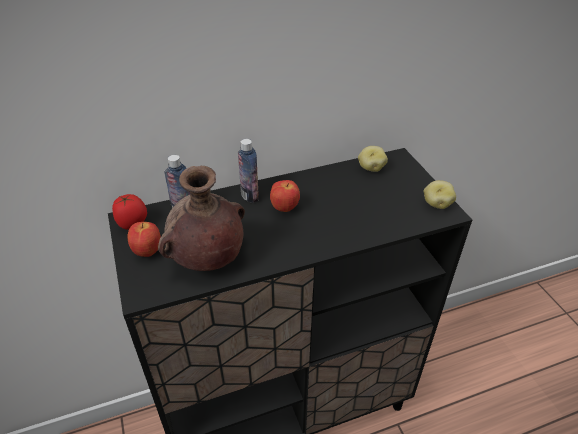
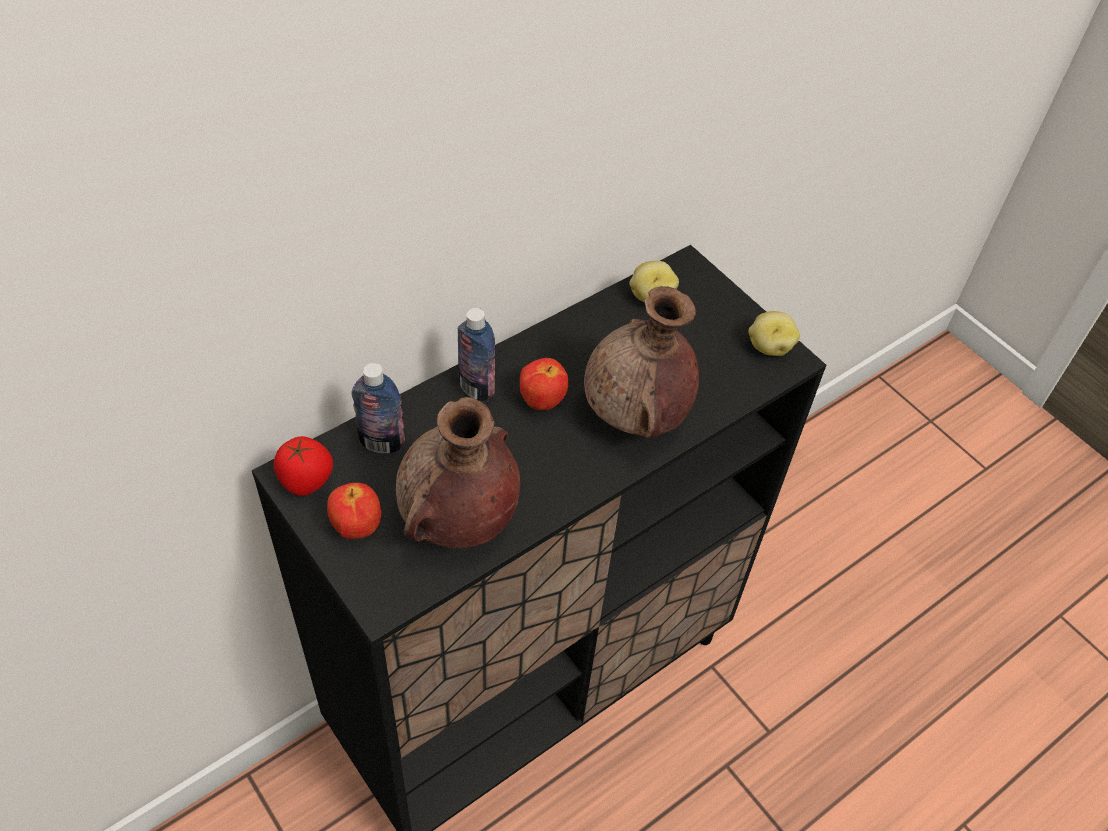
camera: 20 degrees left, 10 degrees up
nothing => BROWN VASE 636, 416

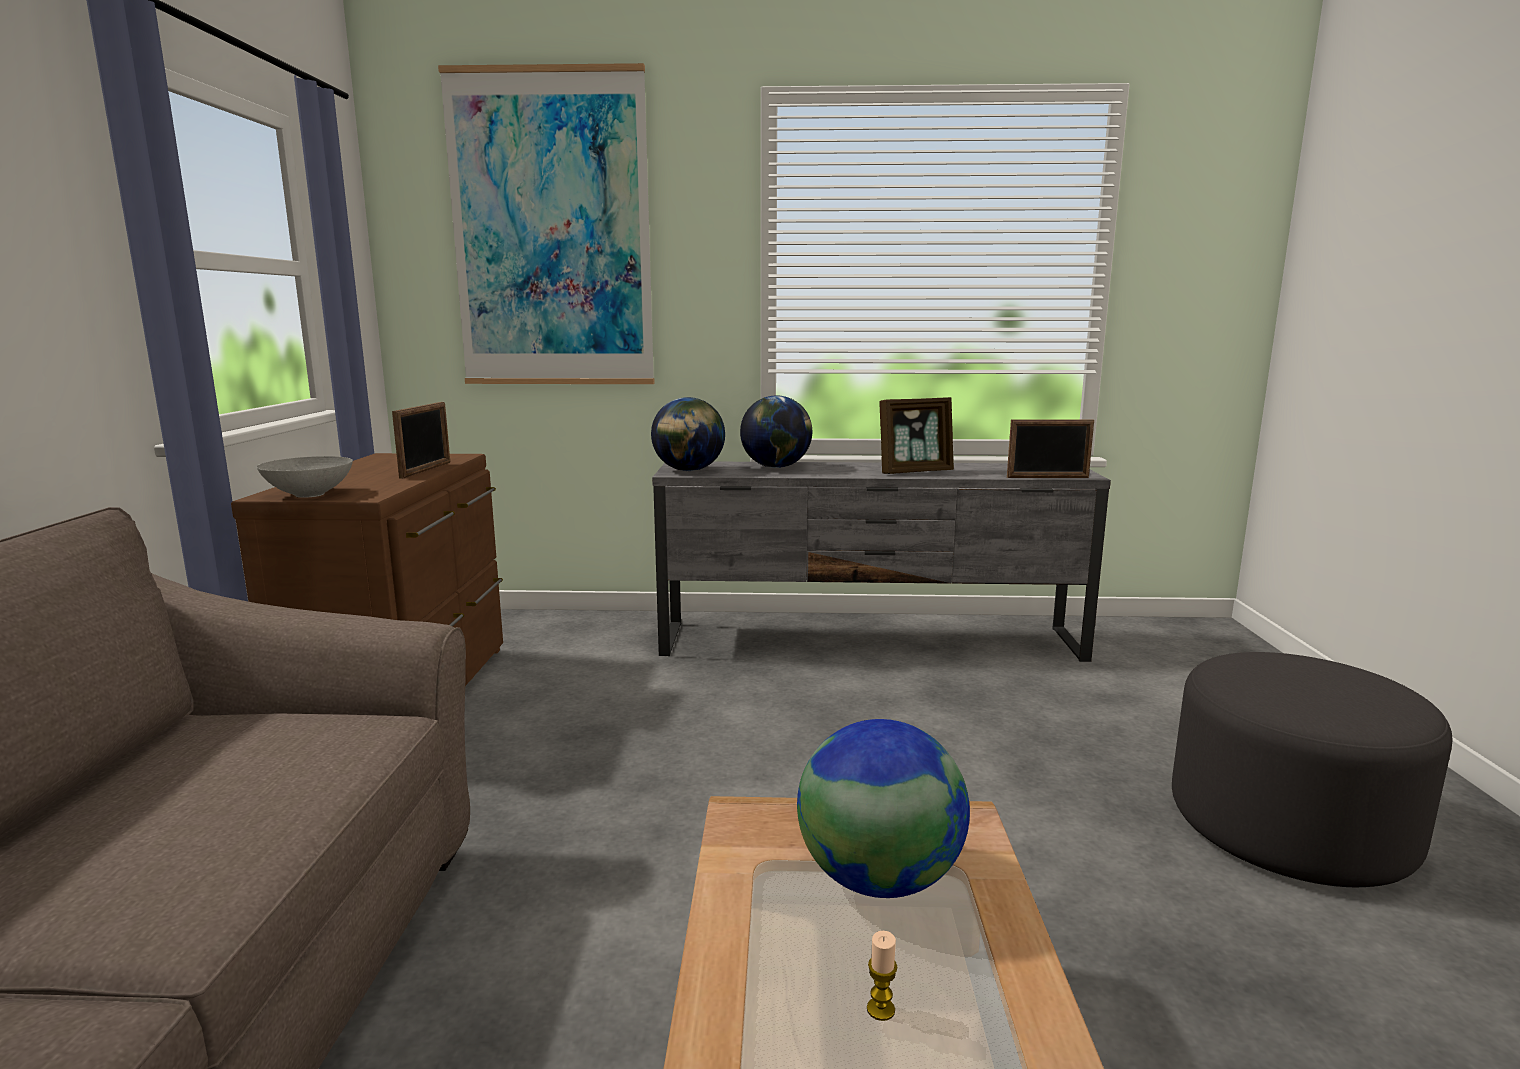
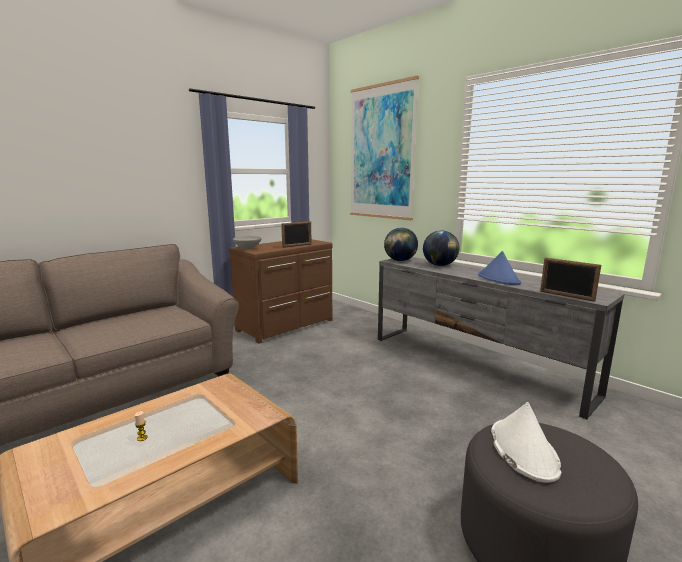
camera: 45 degrees right, 0 degrees up
PICTURE FRAME 915, 472 => BLUE HAT 498, 279
nothing => WHITE HAT 523, 450
GLOBE 879, 879 => nothing

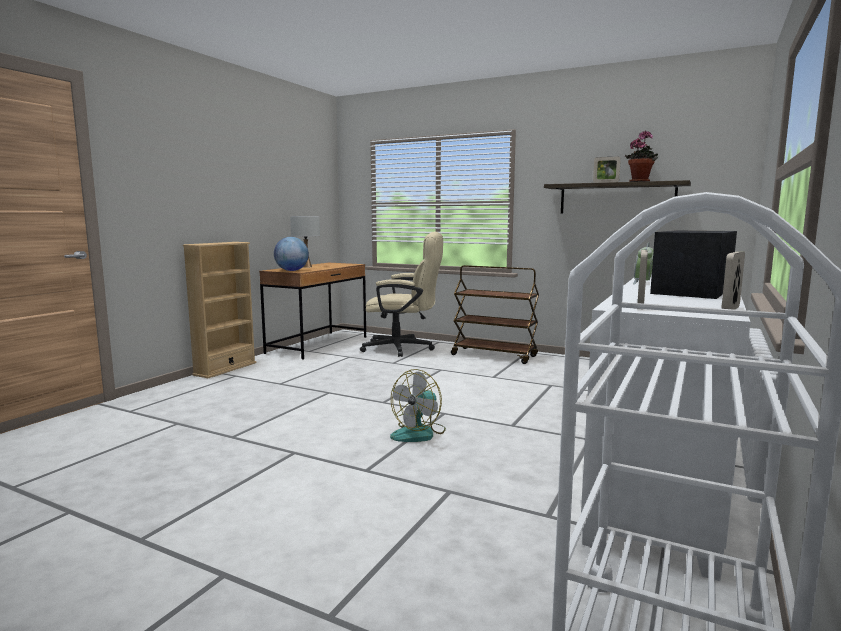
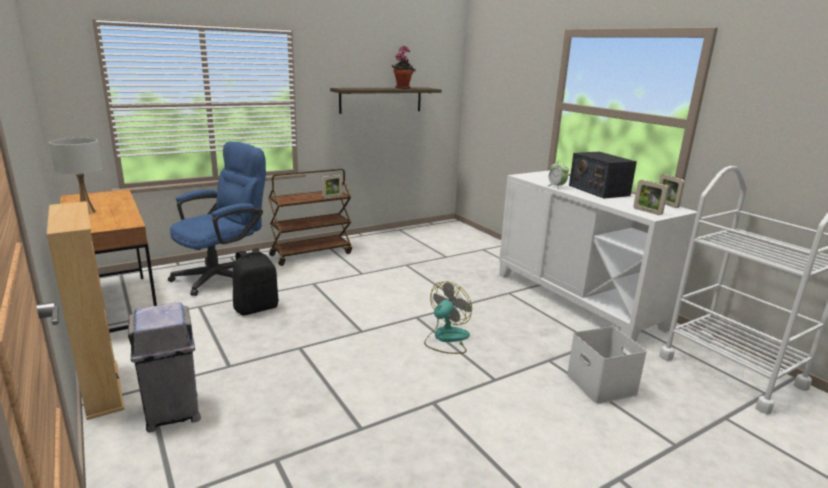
camera: 60 degrees left, 10 degrees up
nothing => GREY TRASH CAN 173, 413
BEIGE OFFICE CHAIR 404, 348 => BLUE OFFICE CHAIR 223, 276
nothing => BLACK BACKPACK 256, 308
PICTURE FRAME 606, 182 => PICTURE FRAME 332, 197, relocated
FAN 419, 433 => FAN 446, 339, 120 degrees counterclockwise
nothing => WHITE STORAGE BOX 602, 385
GLOBE 292, 271 => nothing

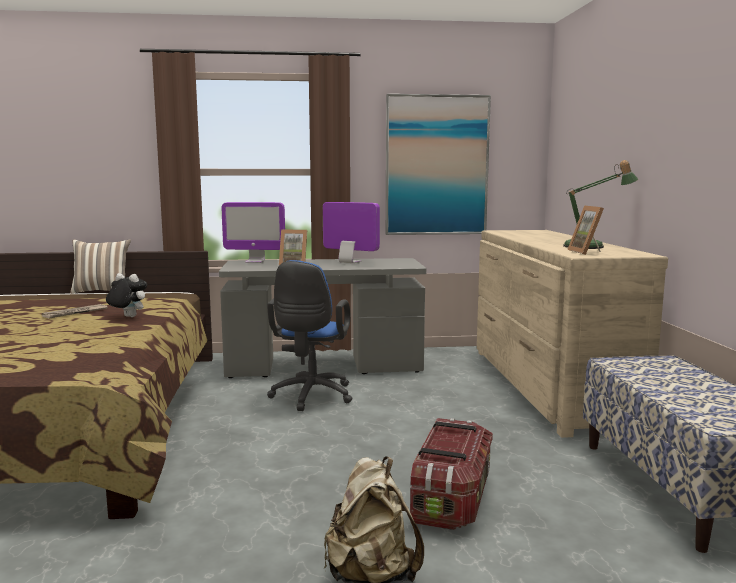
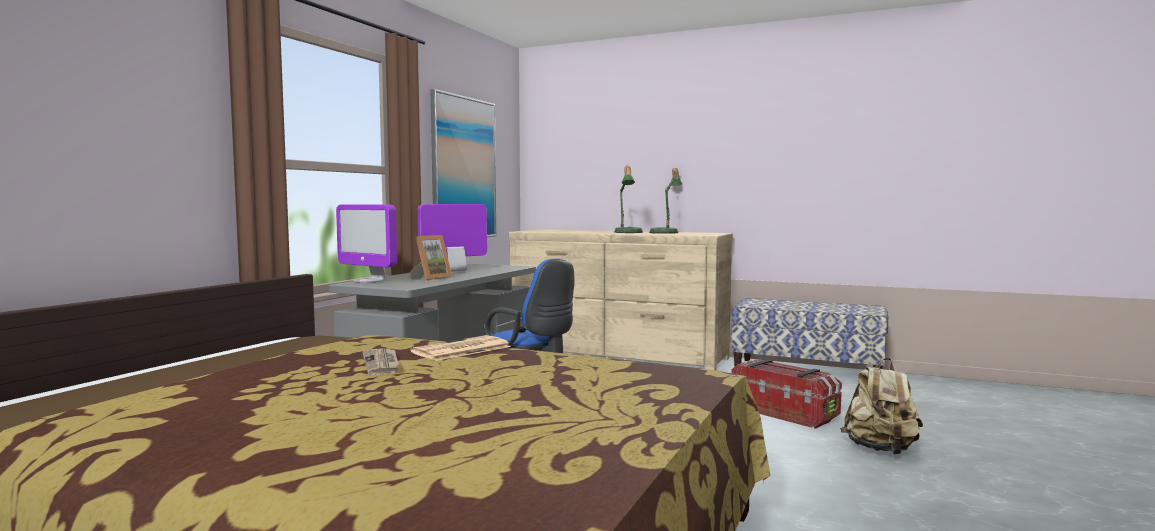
camera: 60 degrees left, 5 degrees down
MONITOR 255, 261 => MONITOR 369, 281, 90 degrees clockwise
PLUSH TOY 127, 317 => NEWSPAPER 461, 350
nothing => TABLE LAMP 628, 232
PILLOW 102, 291 => nothing
PICTURE FRAME 588, 252 => nothing

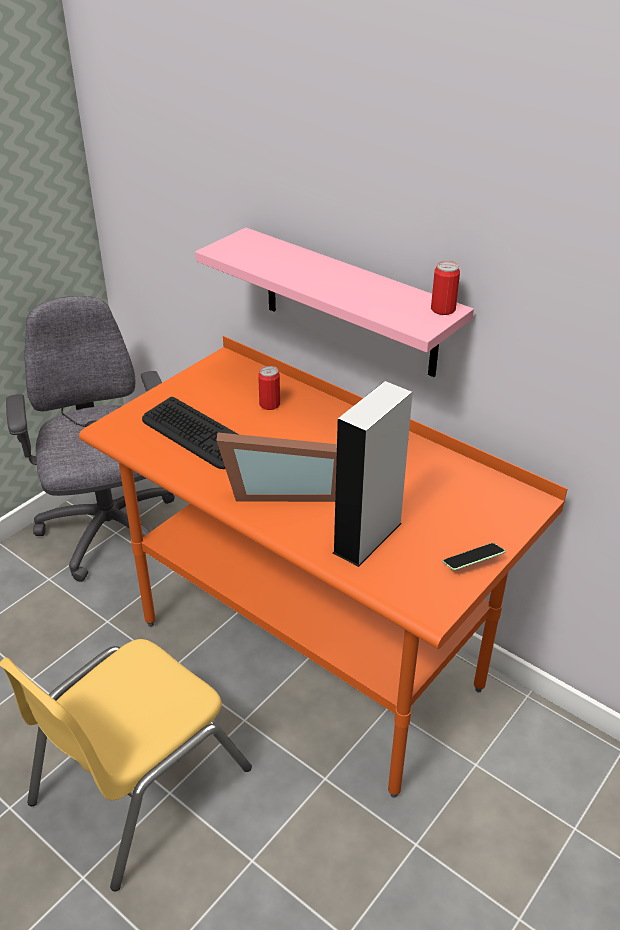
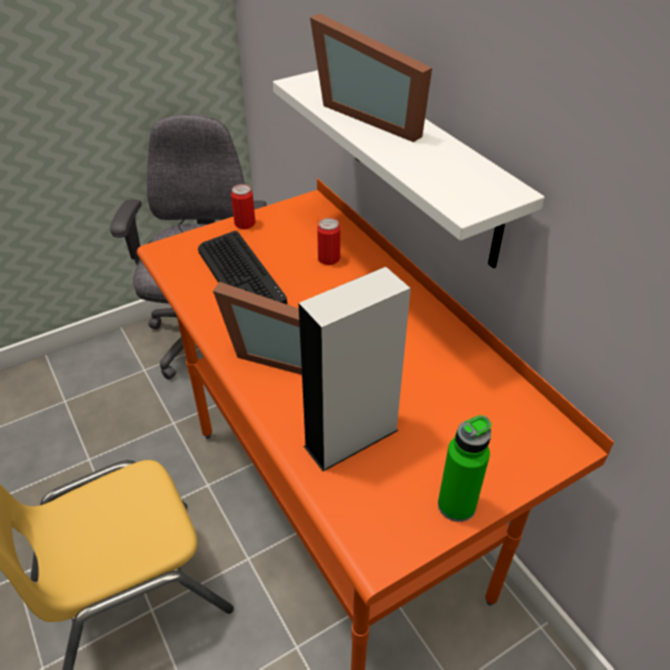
camera: 20 degrees right, 5 degrees up
CAN 443, 309 => CAN 245, 223, relocated
PINK SHELF 349, 303 => WHITE SHELF 423, 165
nothing => PICTURE FRAME 374, 114
PHONE 472, 562 => GREEN BOTTLE 456, 505

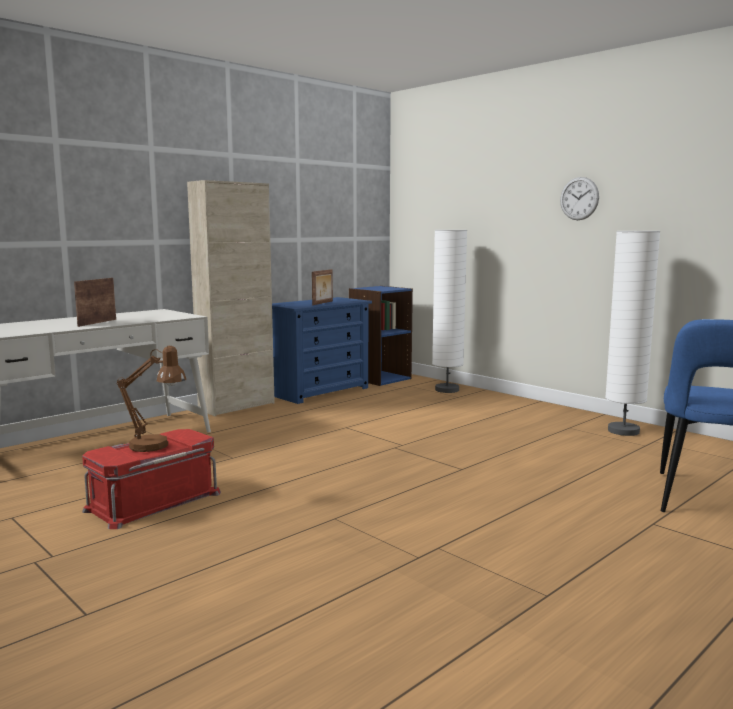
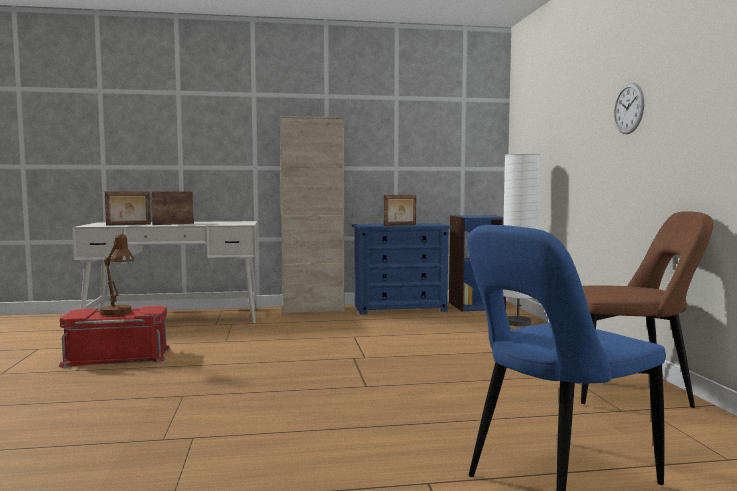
camera: 35 degrees right, 5 degrees down
nothing => PICTURE FRAME 128, 225
WHITE FLOOR LAMP 623, 431 => BROWN CHAIR 629, 391

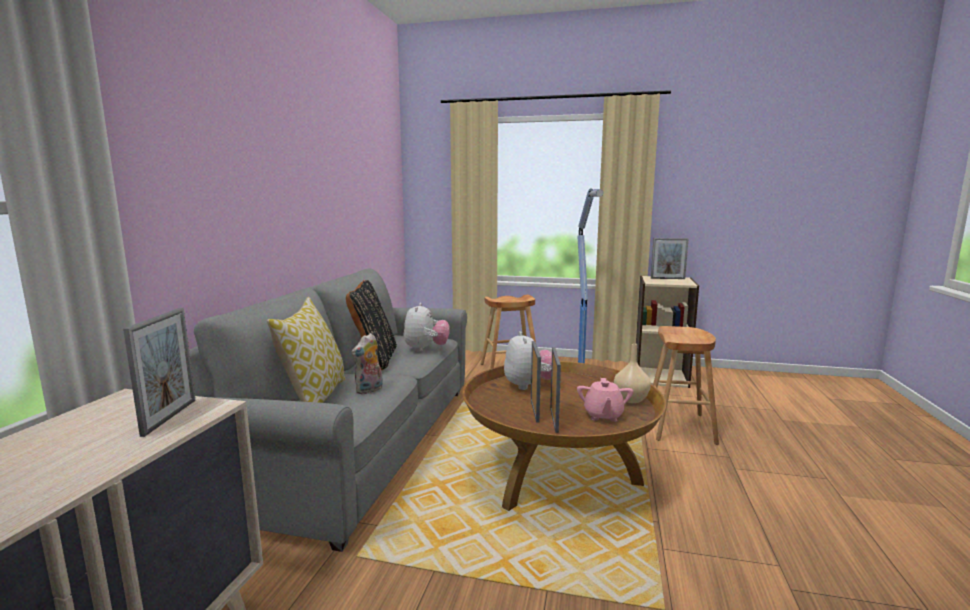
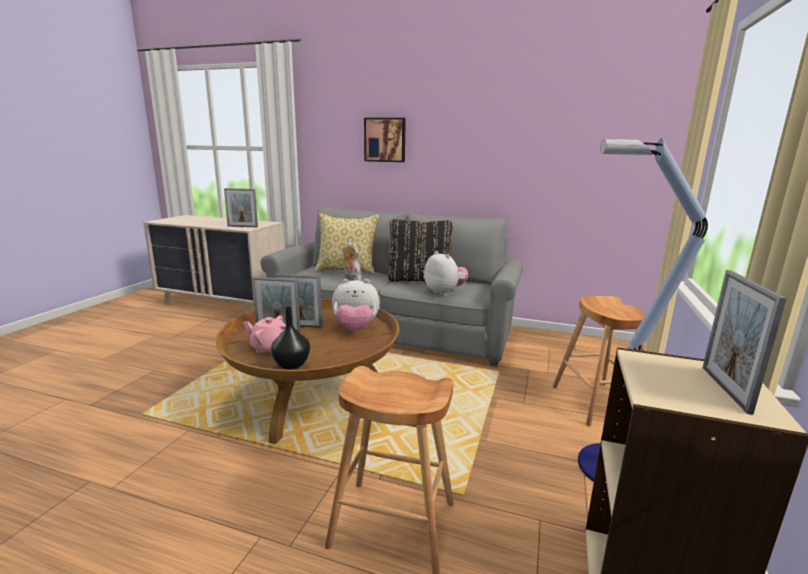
camera: 95 degrees right, 5 degrees up
BEIGE VASE 631, 399 => BLACK VASE 291, 365
nothing => PICTURE 385, 140
PLUSH TOY 426, 349 => PLUSH TOY 444, 292, 135 degrees counterclockwise

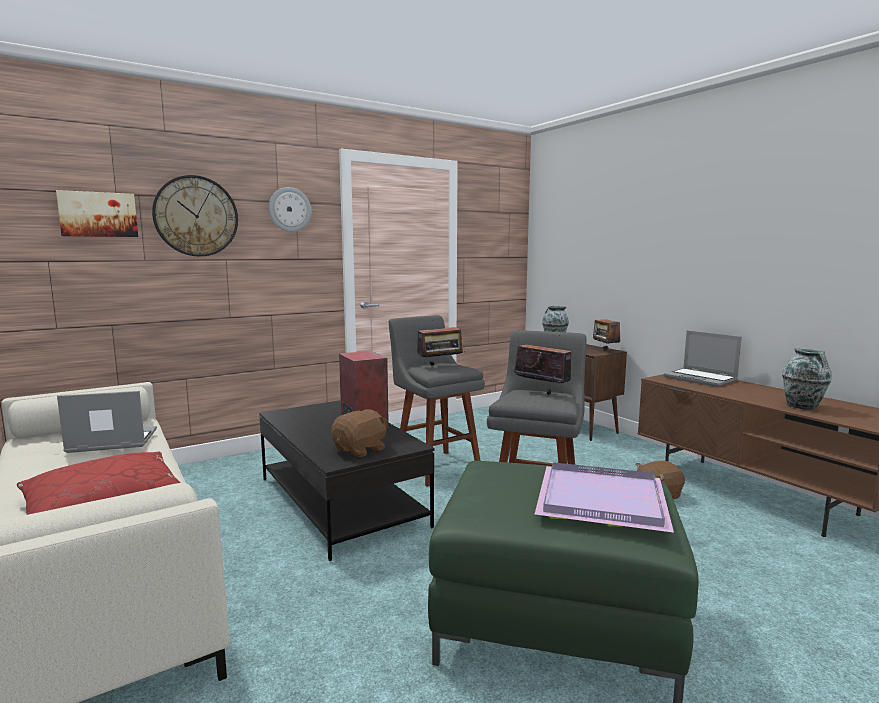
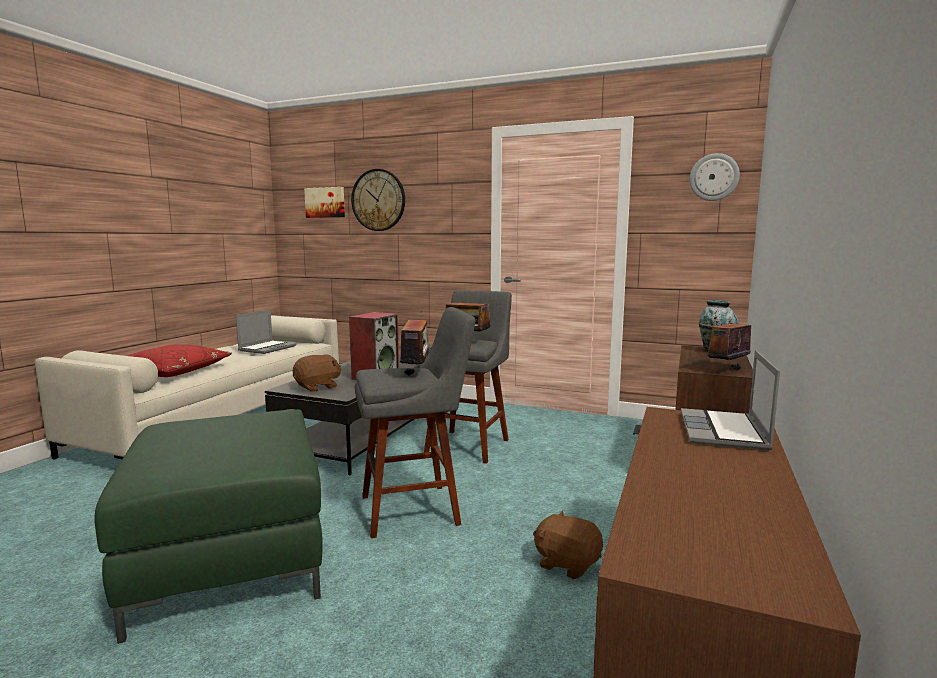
camera: 55 degrees right, 0 degrees up
LAPTOP 111, 442 => LAPTOP 267, 348, 75 degrees clockwise
BROWN PLUSH TOY 361, 449 => BROWN PLUSH TOY 318, 387, 45 degrees counterclockwise
WALL CLOCK 289, 209 => WALL CLOCK 714, 177, relocated
PURPLE TRAY 603, 499 => nothing
VASE 802, 407 => nothing

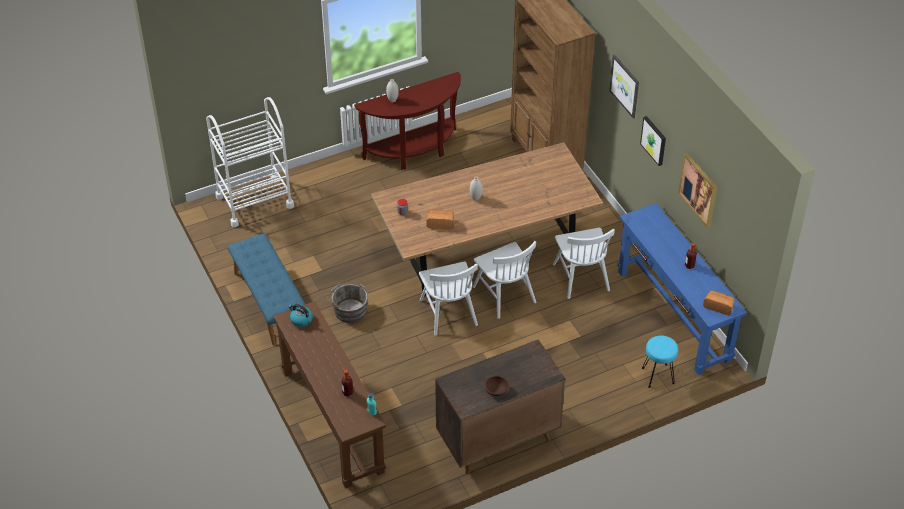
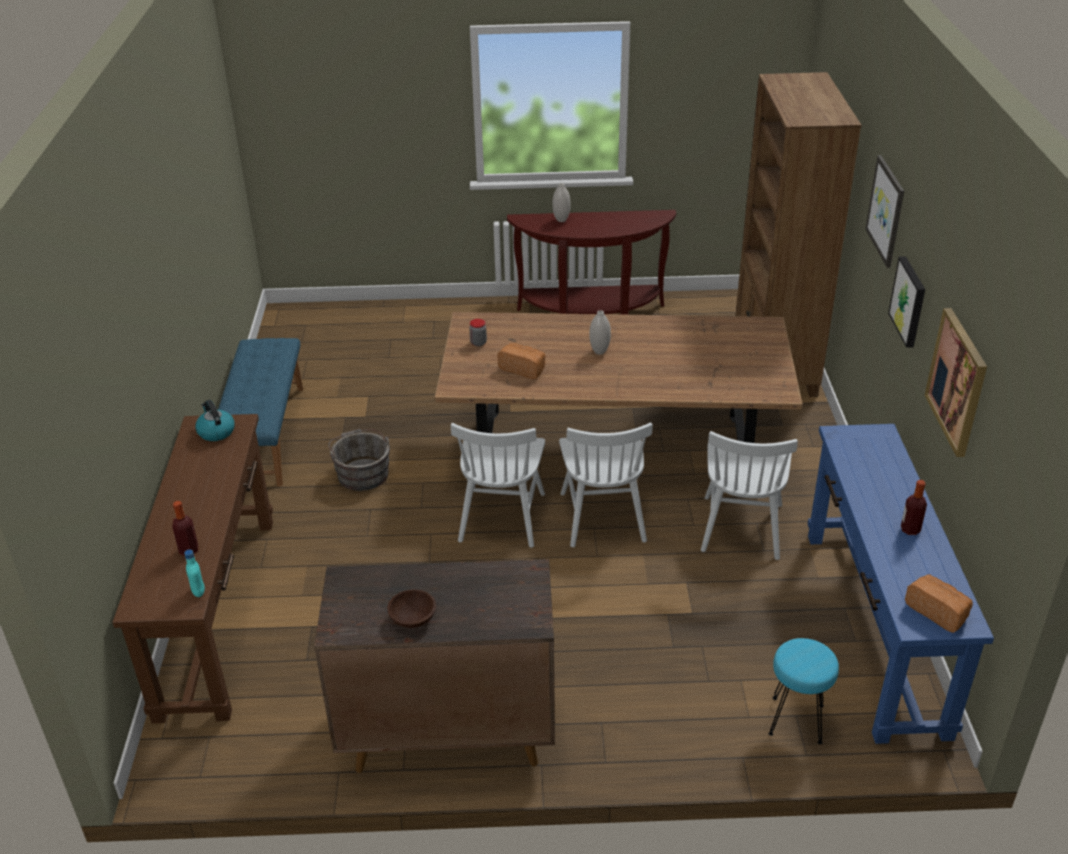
camera: 25 degrees right, 10 degrees down
WHITE CART 254, 201 => nothing

